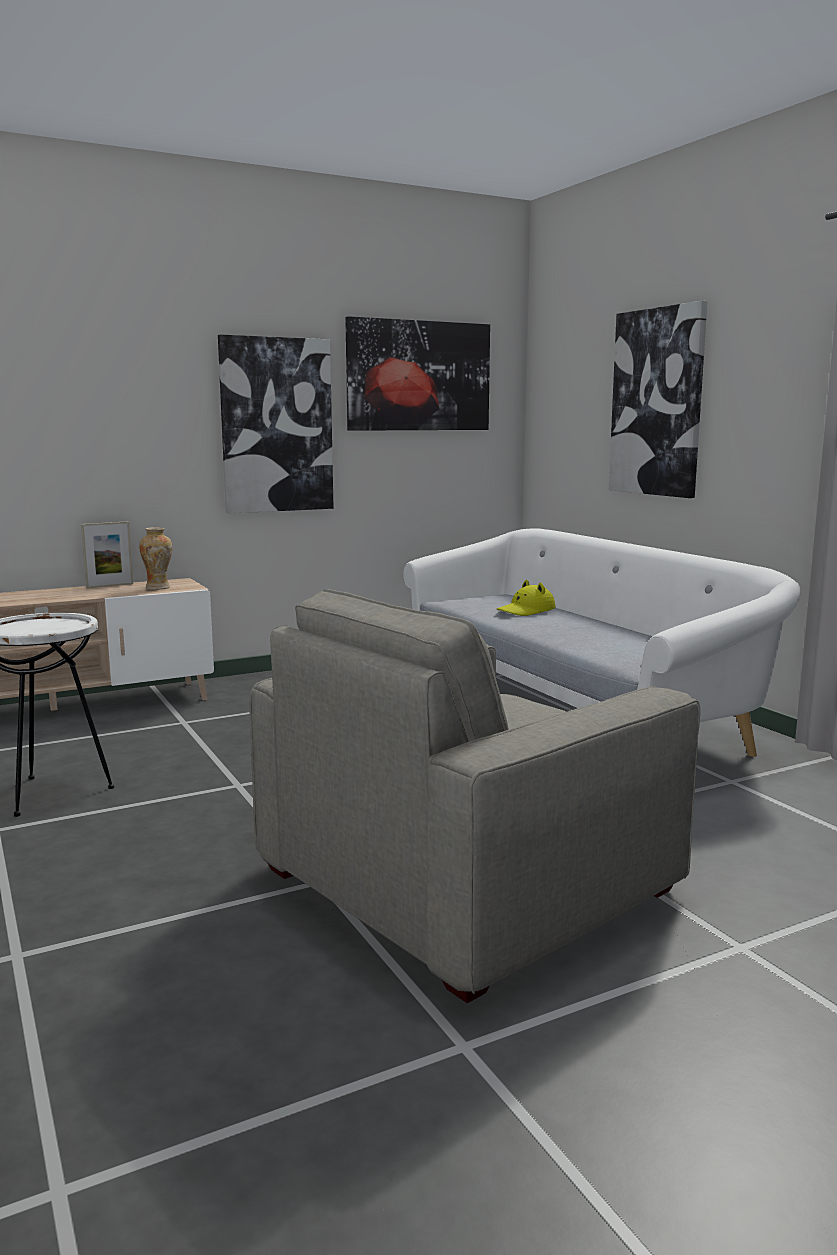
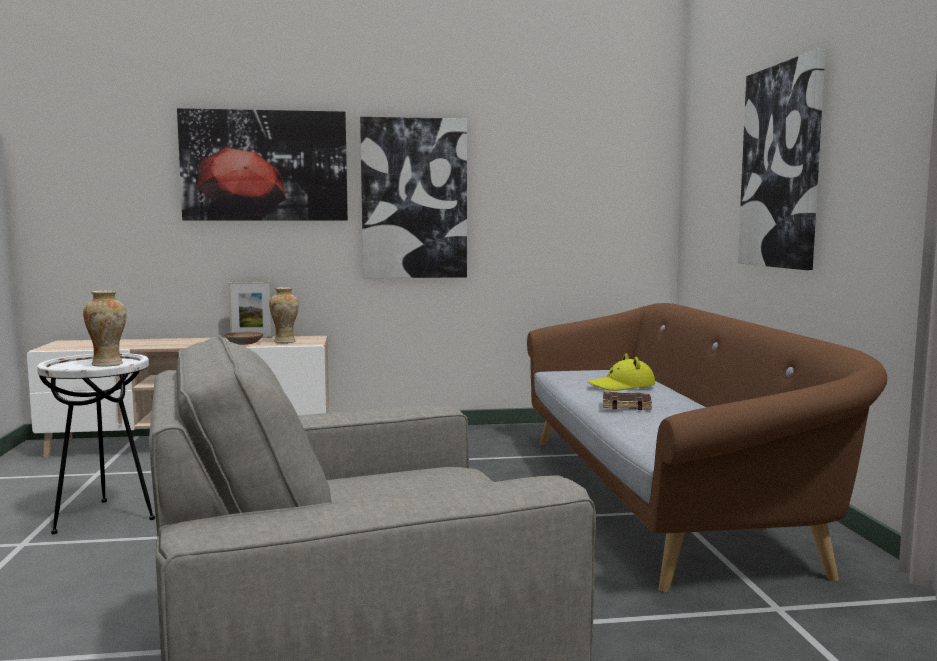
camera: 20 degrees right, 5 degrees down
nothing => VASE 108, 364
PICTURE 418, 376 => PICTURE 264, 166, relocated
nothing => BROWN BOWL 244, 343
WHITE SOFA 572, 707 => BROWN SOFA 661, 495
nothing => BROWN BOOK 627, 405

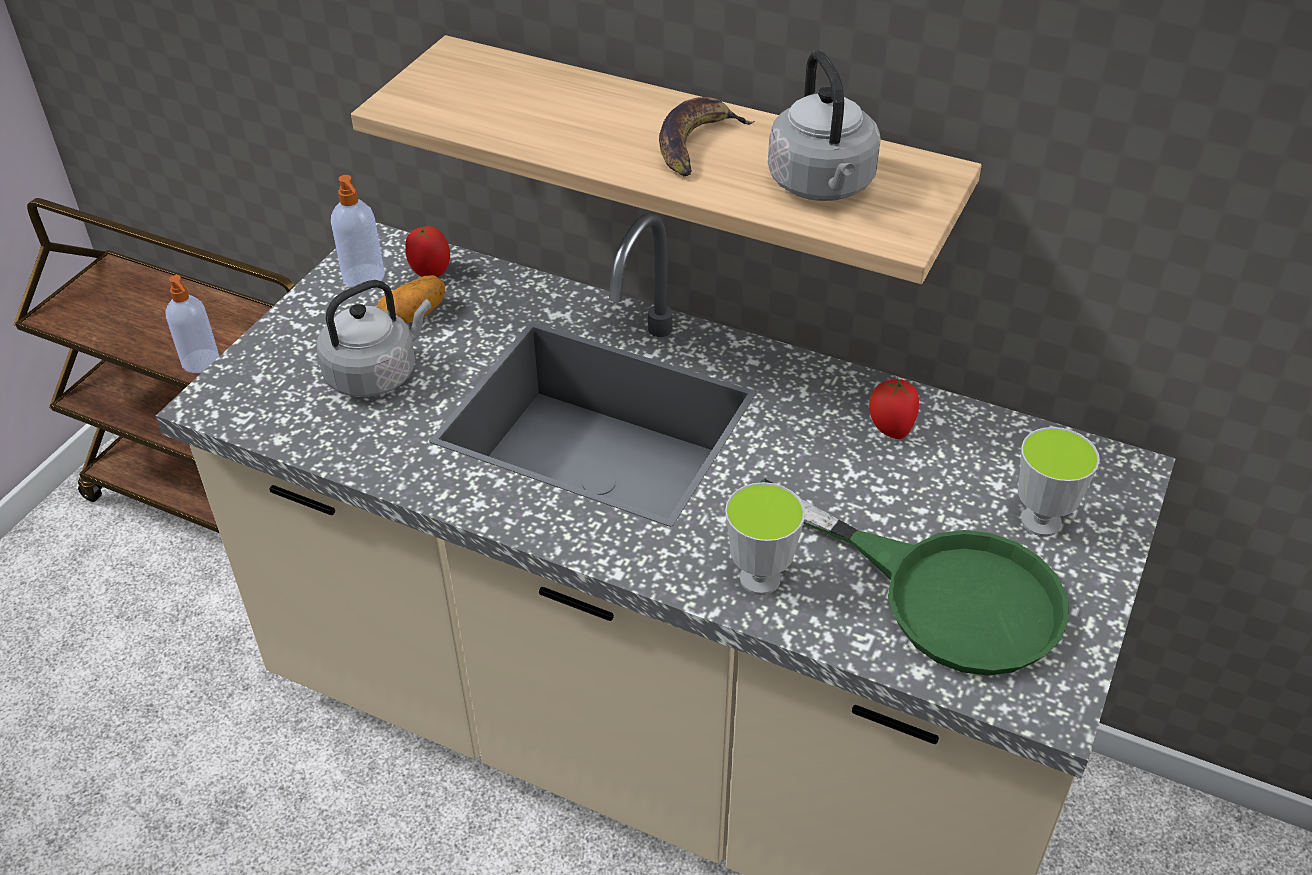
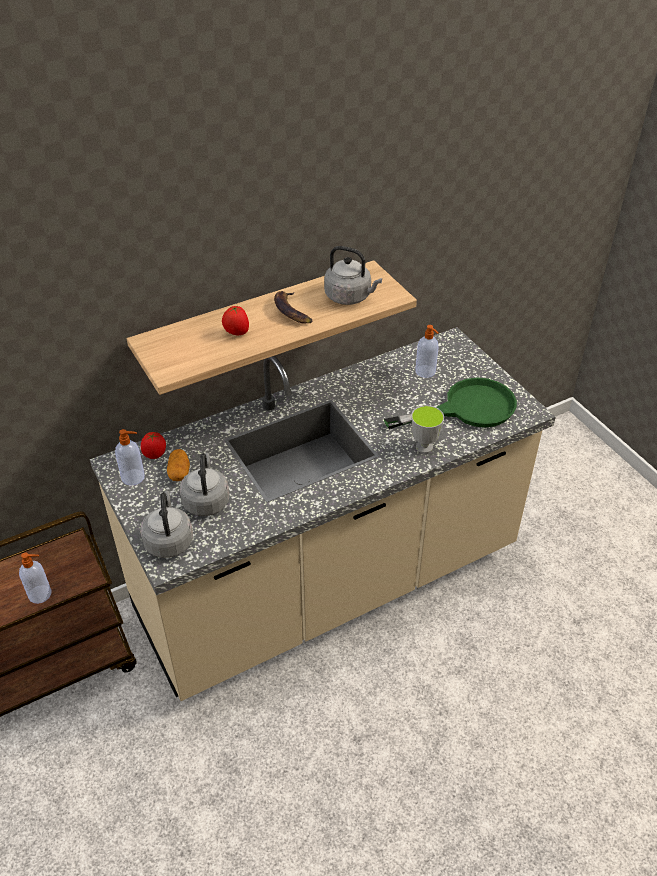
camera: 55 degrees left, 0 degrees up
nothing => GREY KETTLE 169, 540
TOMATO 890, 429 => TOMATO 236, 333, relocated
nothing => SOAP DISPENSER 426, 372
CUP 1041, 521 => nothing

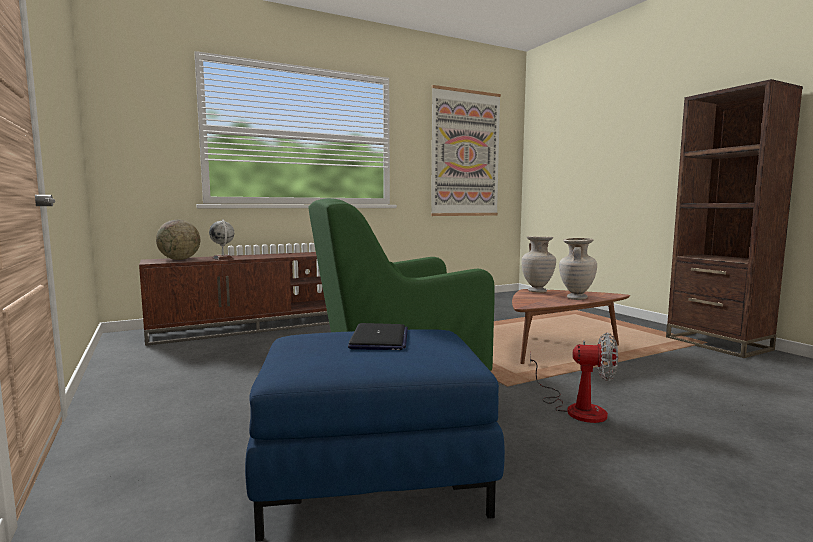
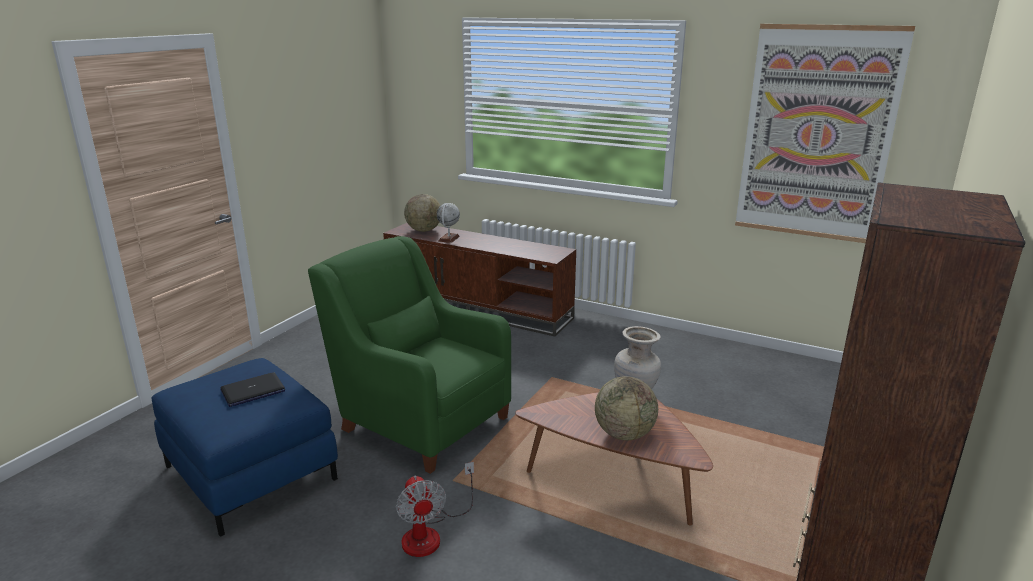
camera: 55 degrees right, 15 degrees up
BEIGE VASE 576, 298 => GLOBE 624, 434

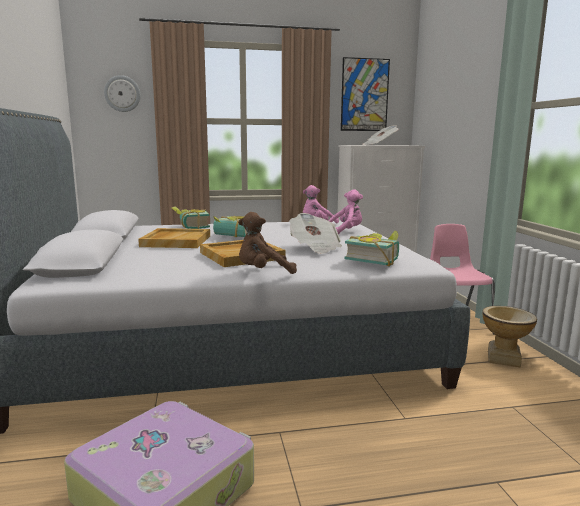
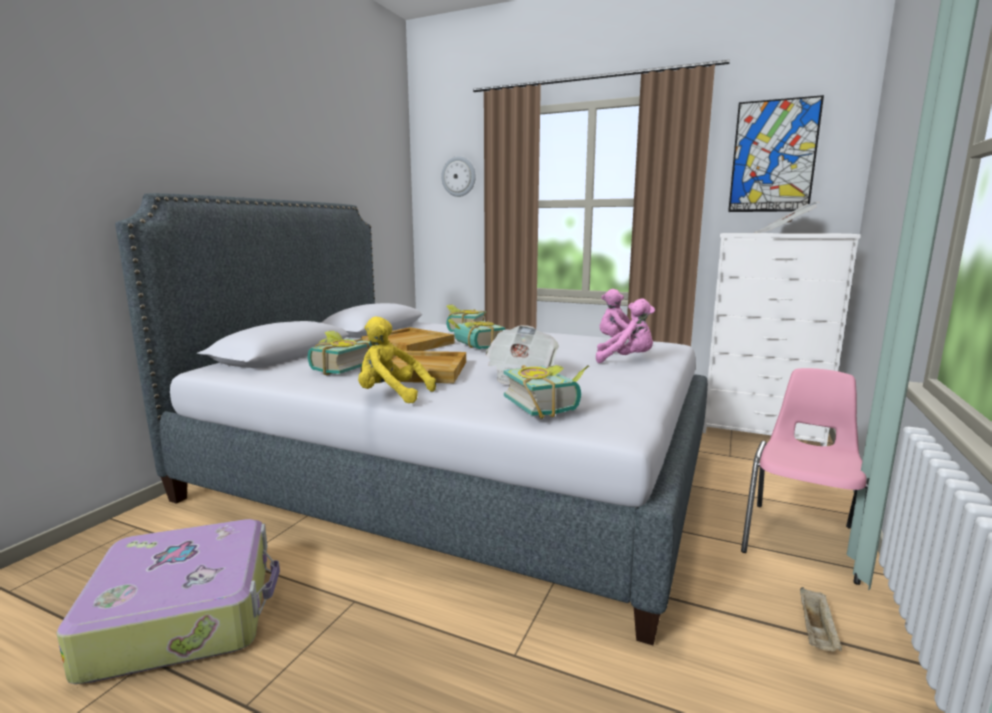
camera: 35 degrees right, 0 degrees up
nothing => BOOK 338, 368
BROWN PLUSH TOY 263, 272 => YELLOW PLUSH TOY 391, 395
VASE 504, 358 => BEIGE TRAY 816, 633

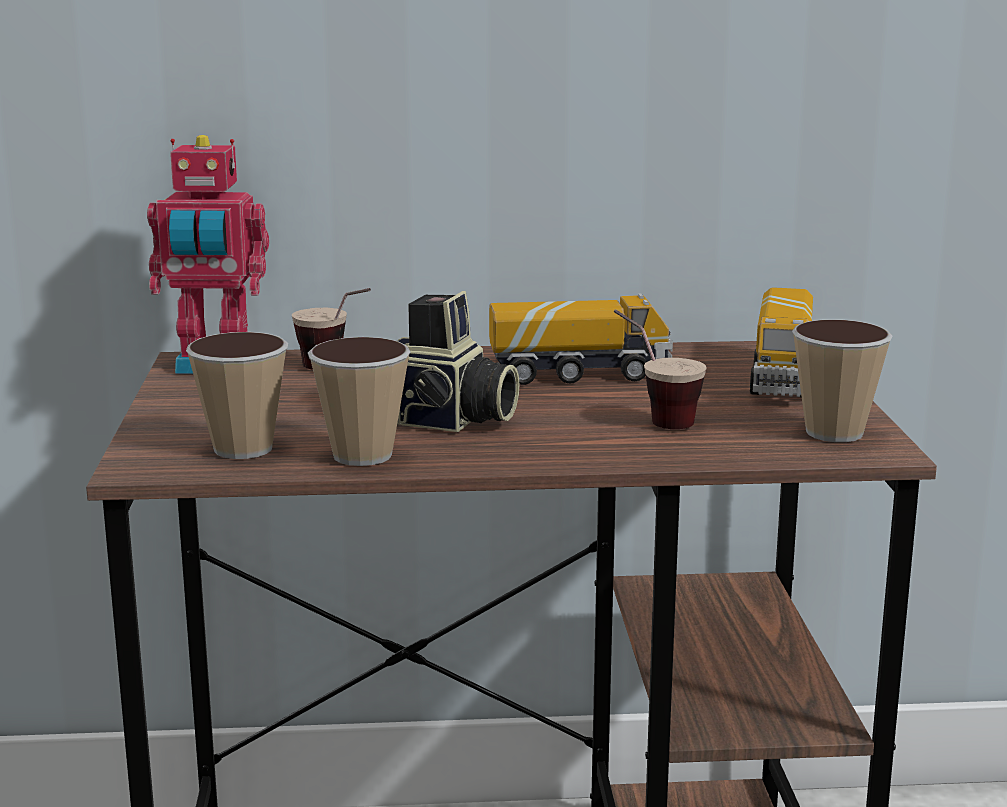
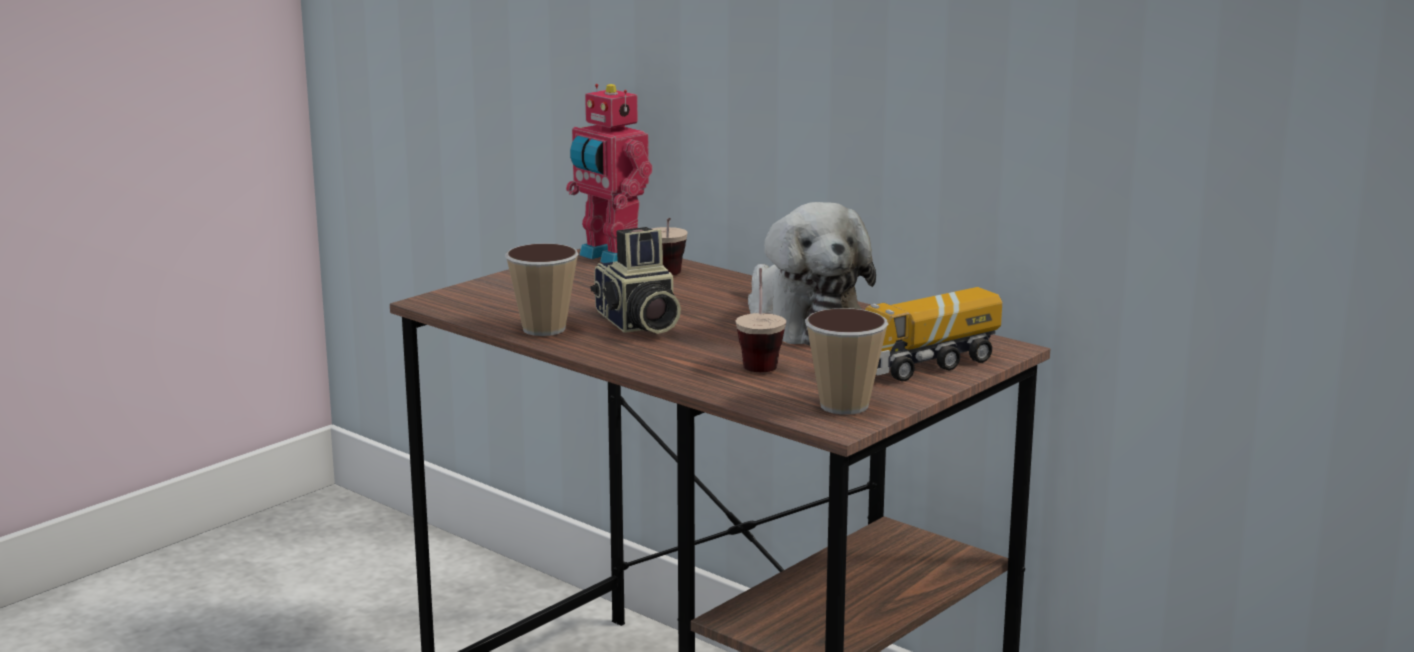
camera: 45 degrees right, 0 degrees up
TOY TRUCK 580, 375 => PLUSH TOY 800, 322
CUP 243, 449 => nothing

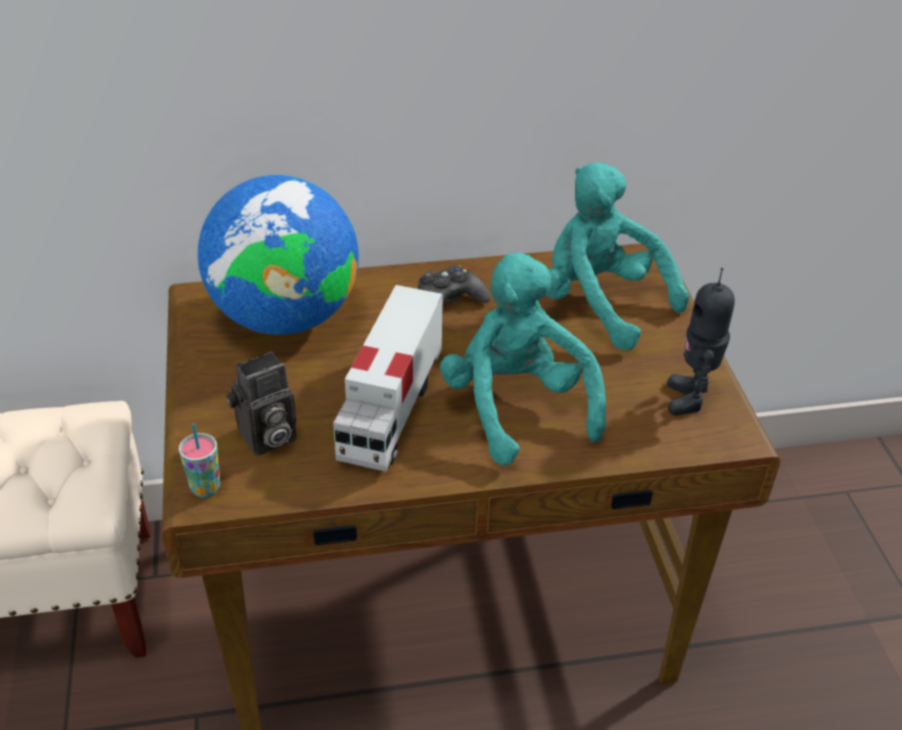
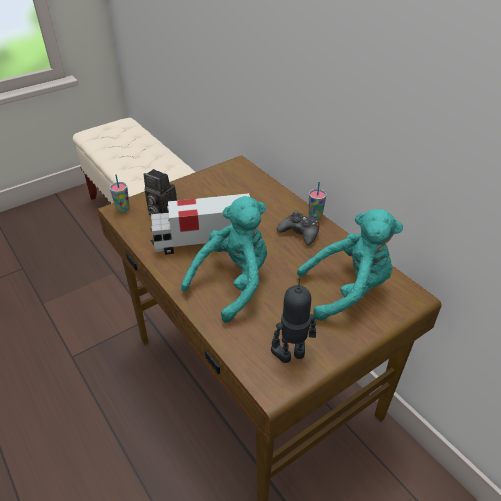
camera: 65 degrees right, 0 degrees up
TURQUOISE PLUSH TOY 600, 304 => TURQUOISE PLUSH TOY 348, 290, 60 degrees clockwise
nothing => CUP 315, 216
GLOBE 284, 317 => nothing

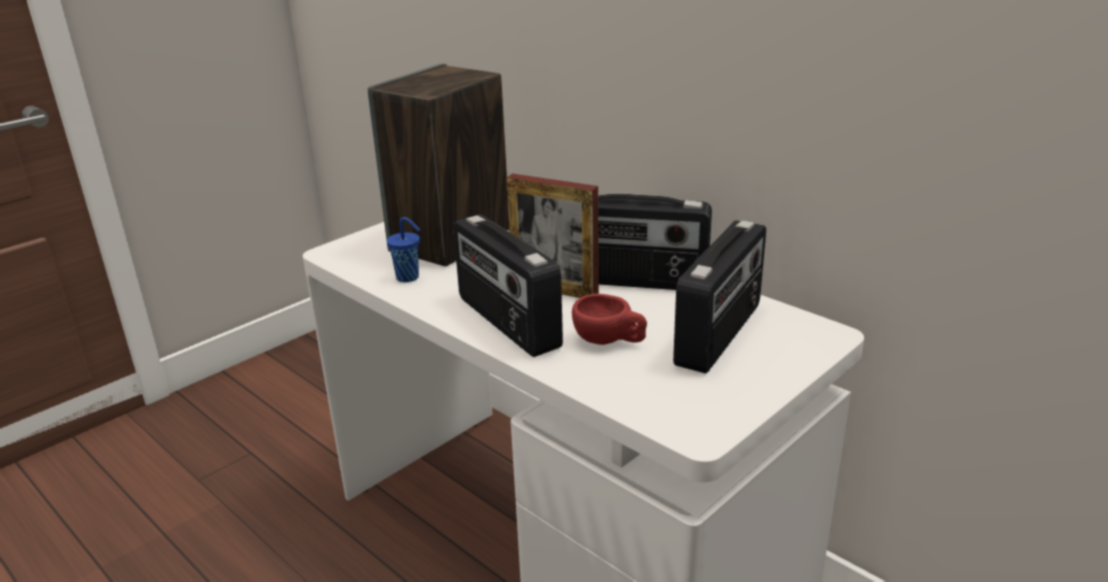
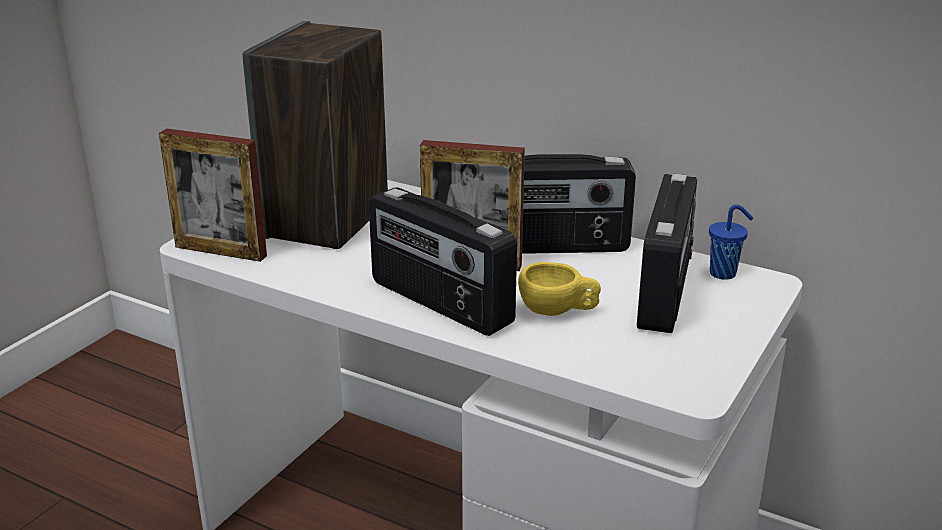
camera: 15 degrees left, 0 degrees up
nothing => PICTURE FRAME 220, 251
RED CUP 609, 341 => YELLOW CUP 558, 311
BLUE CUP 409, 278 => BLUE CUP 724, 274, relocated

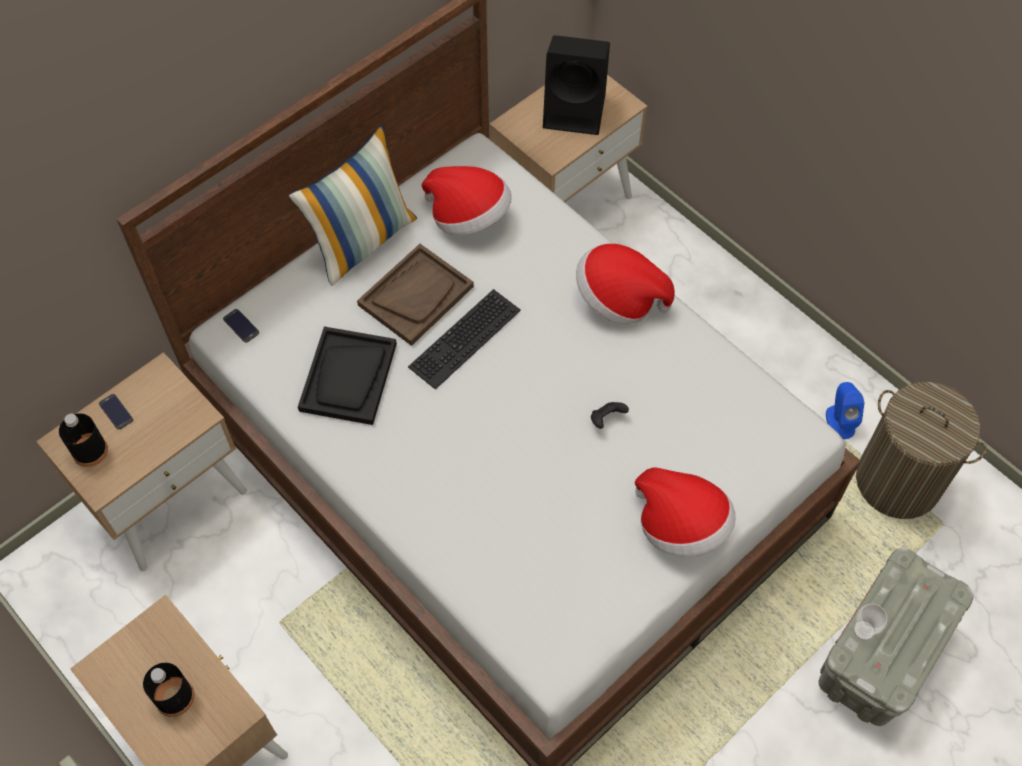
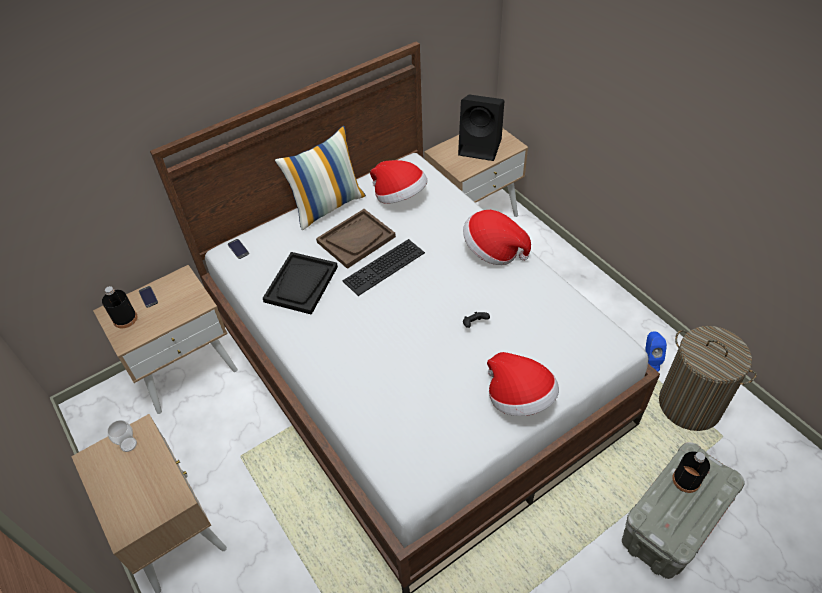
camera: 10 degrees right, 10 degrees down
CUP 863, 630 => CUP 128, 444, relocated
BLACK BOTTLE 174, 697 => BLACK BOTTLE 686, 480, relocated

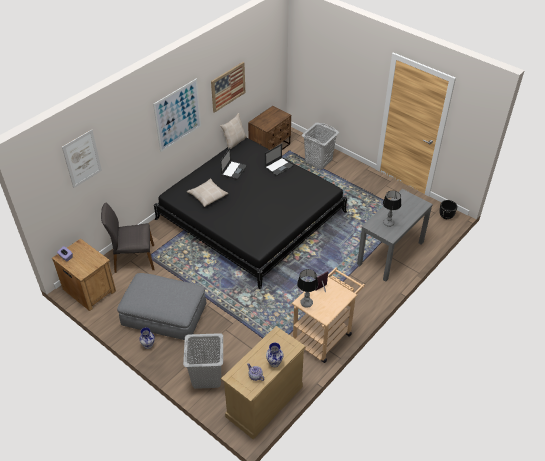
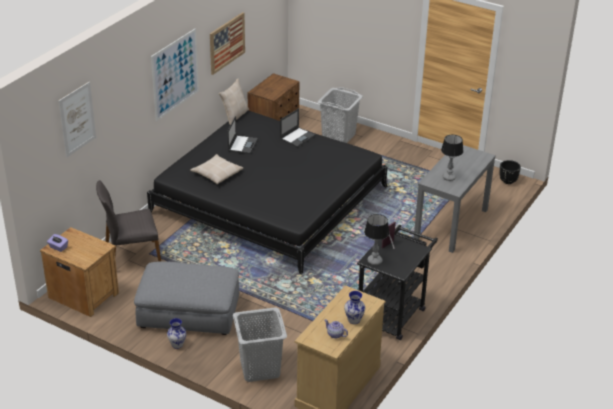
camera: 10 degrees left, 10 degrees down
BEIGE CART 325, 334 => BLACK CART 393, 312

